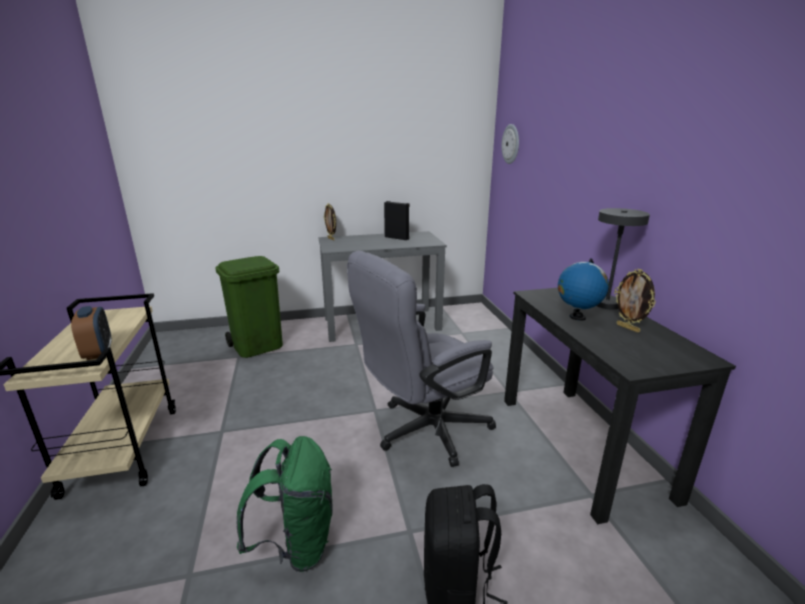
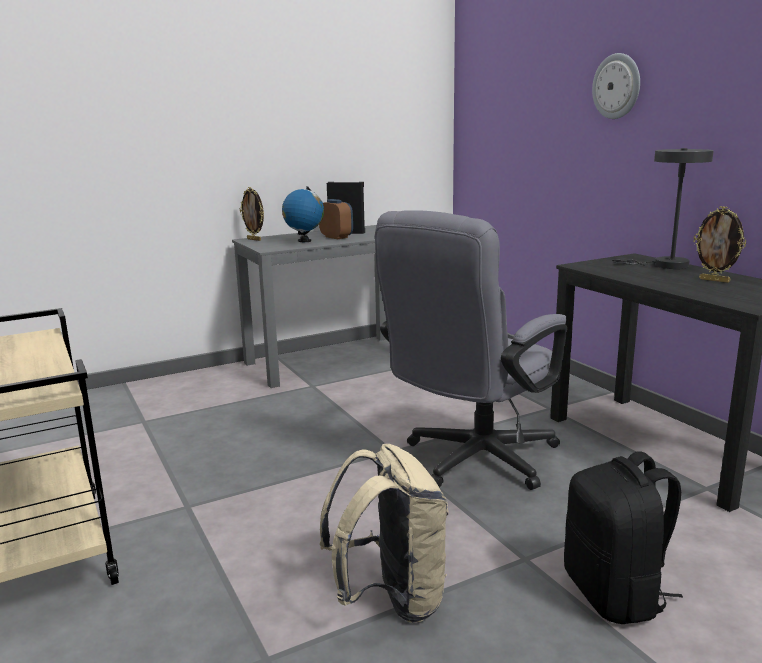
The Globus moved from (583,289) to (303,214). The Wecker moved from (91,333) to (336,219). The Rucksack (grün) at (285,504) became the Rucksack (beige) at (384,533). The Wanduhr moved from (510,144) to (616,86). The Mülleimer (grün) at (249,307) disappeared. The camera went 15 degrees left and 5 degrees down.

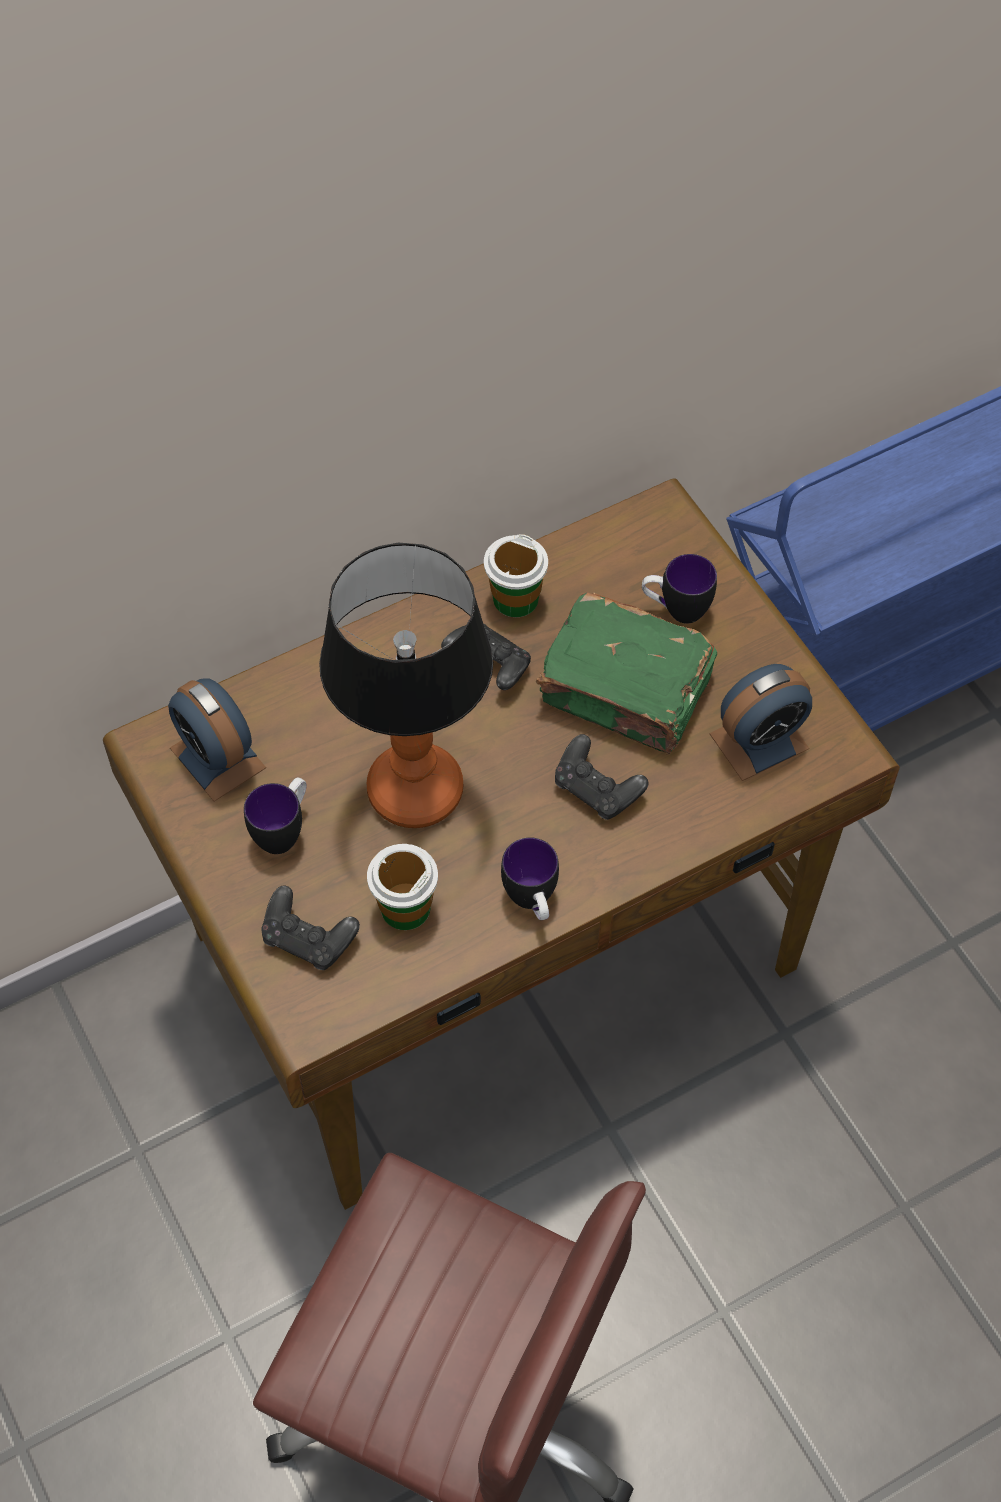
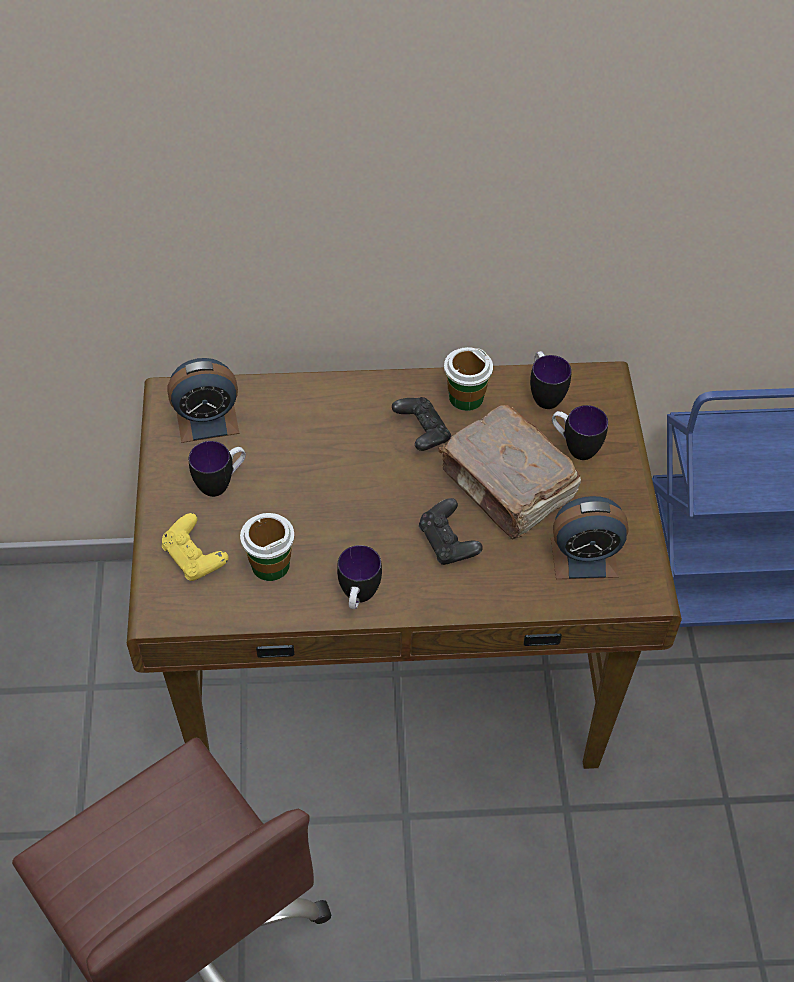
The Gamepad (schwarz) at (310,927) became the Gamepad (gelb) at (195,547). The Wecker at (217,740) turned 90 degrees counterclockwise. The Buch (grün) at (626,673) became the Buch (braun) at (509,472). The Henkelbecher at (551,380) appeared. The Tischlampe at (406,685) disappeared. The camera went 25 degrees right and 5 degrees down.

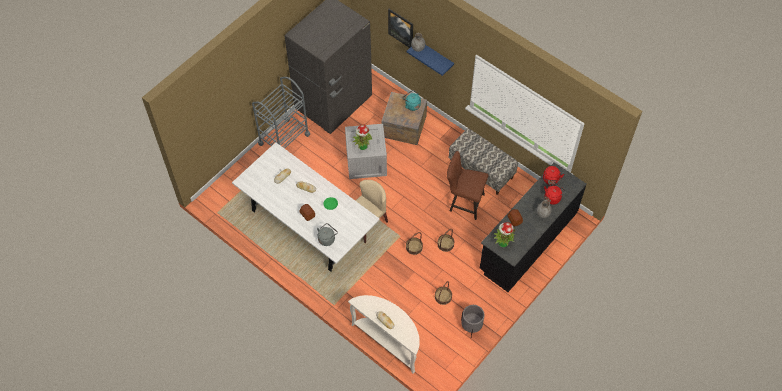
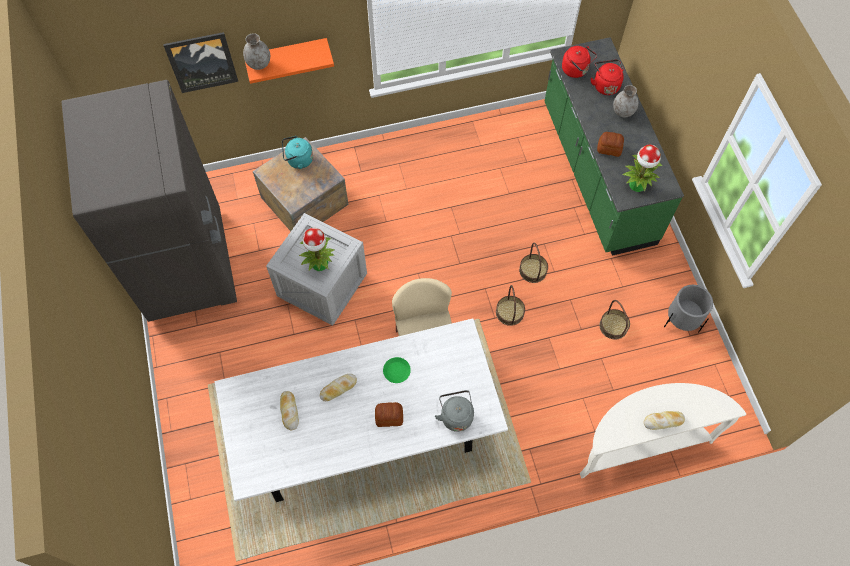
The Wandregal (blau) at (430,60) became the Wandregal (orange) at (289,61). The Küchenzeile (schwarz) at (533,227) became the Küchenzeile (grün) at (614,146). The Rollwagen (grau) at (281,113) disappeared. The Hocker (braun) at (467,185) disappeared. The Bank at (483,161) disappeared. The camera went 55 degrees left and 5 degrees up.

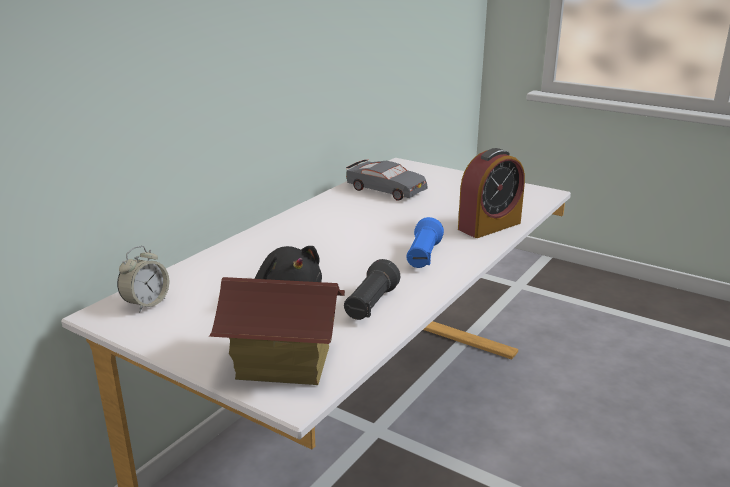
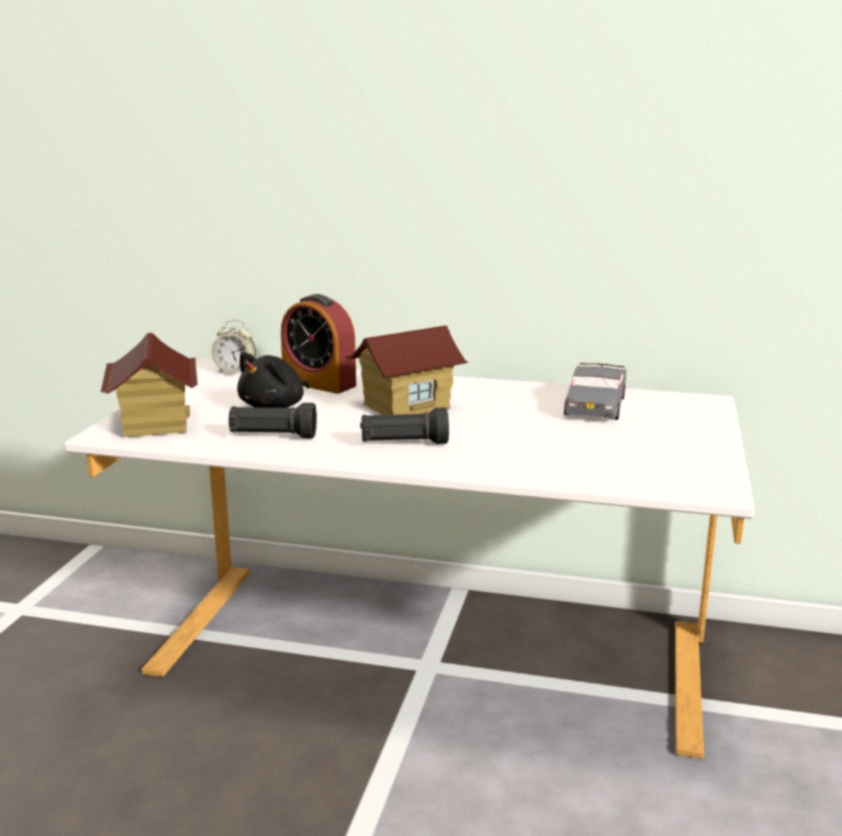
The Wecker moved from (491,193) to (318,344). The Spielzeughaus at (406,370) appeared. The Taschenlampe (blau) at (425,242) became the Taschenlampe (schwarz) at (404,426). The camera went 70 degrees right and 5 degrees down.

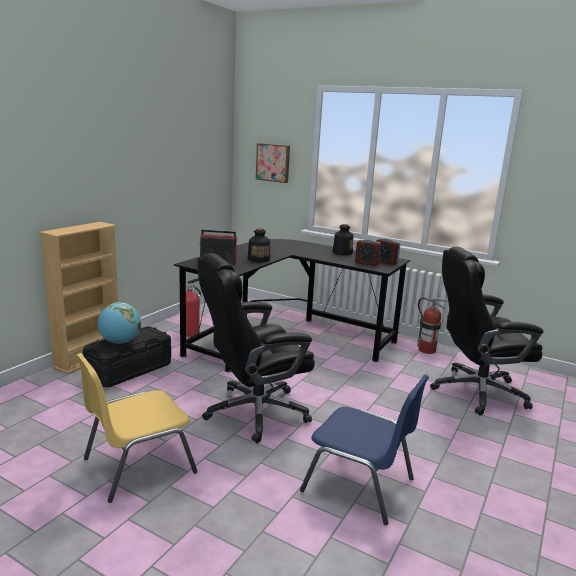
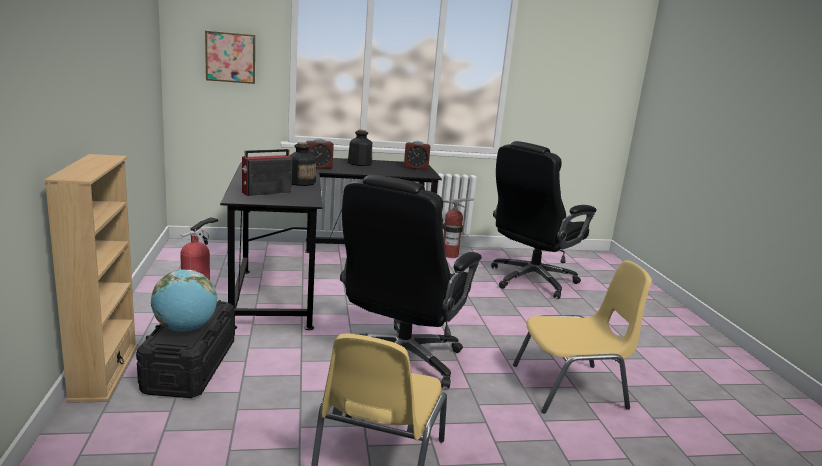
The Wecker moved from (368,252) to (319,153). The Stuhl (blau) at (364,449) became the Stuhl (gelb) at (582,337). The camera went 40 degrees left and 0 degrees up.

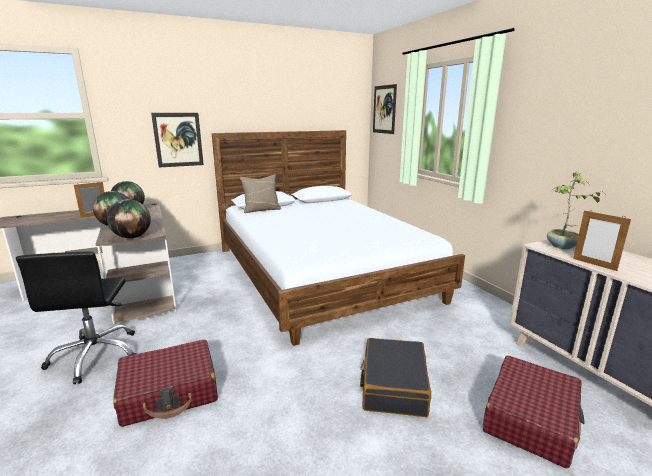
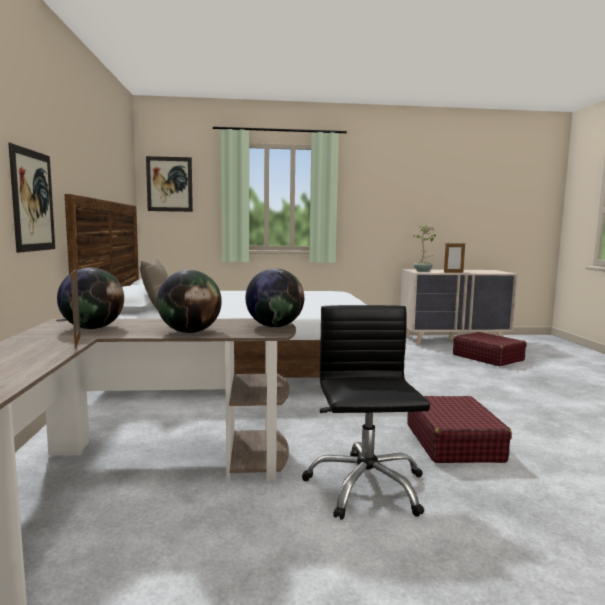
The Bürostuhl (schwarz) at (76,317) turned 105 degrees counterclockwise. The Koffer (schwarz) at (395,377) disappeared. The camera went 70 degrees left and 10 degrees down.

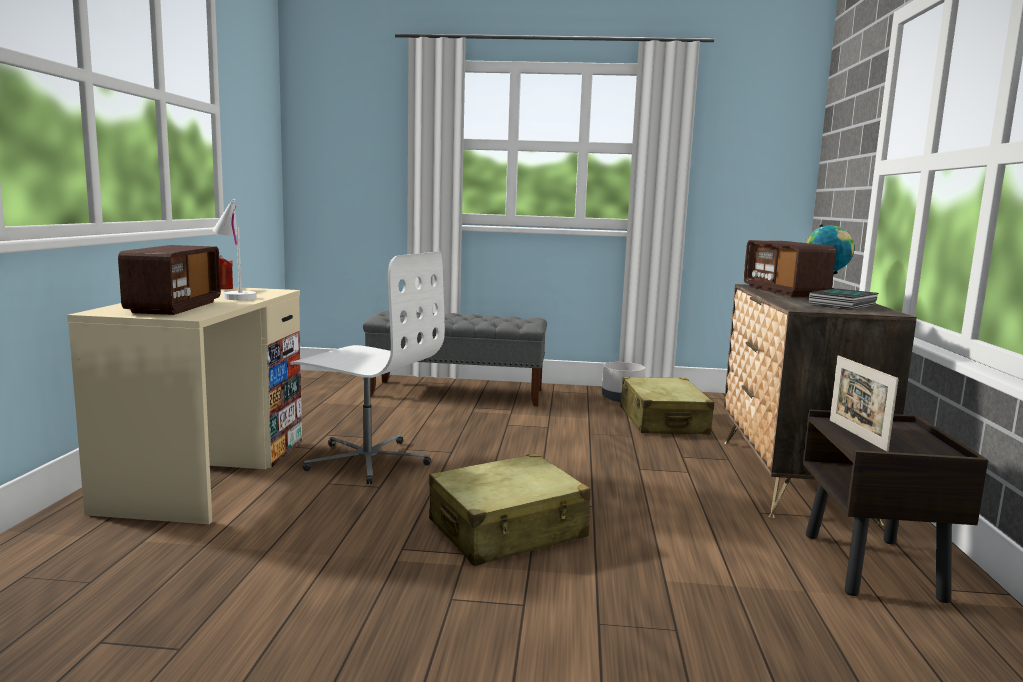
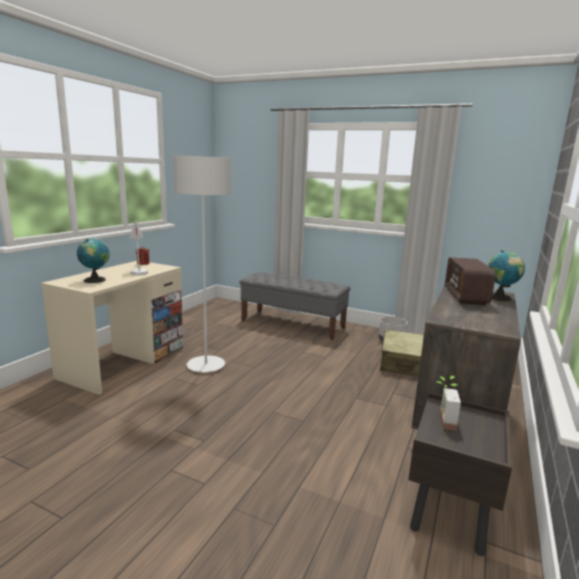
The Radio at (169,280) was replaced by the Globus at (93,260). The Bürostuhl (weiß) at (367,367) was replaced by the Stehlampe (grau) at (202,264). The Bilderrahmen at (864,404) was replaced by the Topfpflanze at (449,403). The Koffer (beige) at (509,509) disappeared. The Buch at (844,299) disappeared. The camera went 20 degrees right and 5 degrees up.

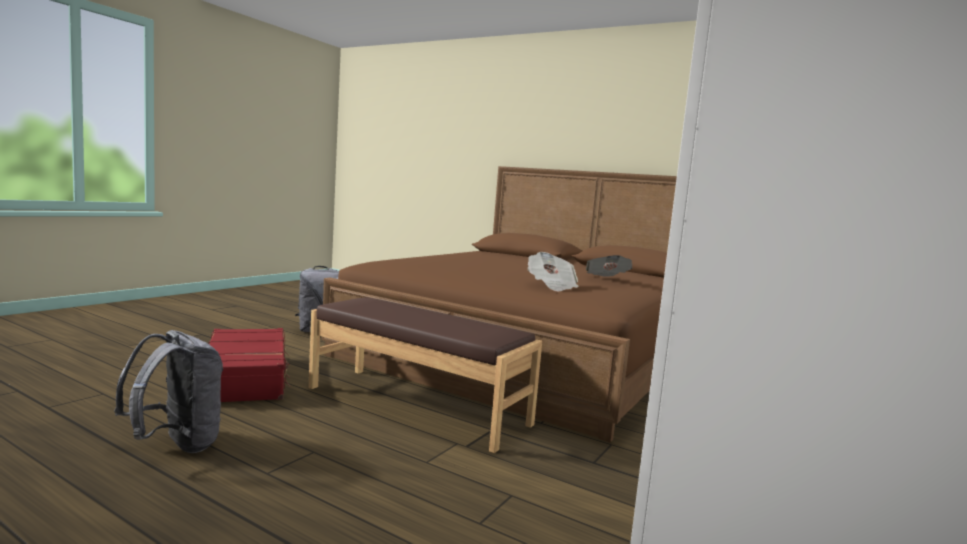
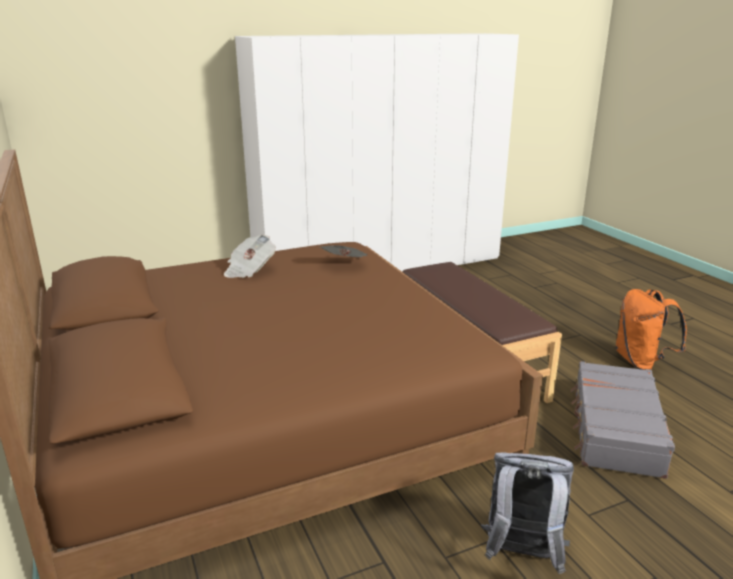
The Koffer (rot) at (249,365) became the Koffer (grau) at (623,420). The Rucksack (grau) at (168,391) became the Rucksack (orange) at (651,329). The camera went 145 degrees left and 15 degrees up.

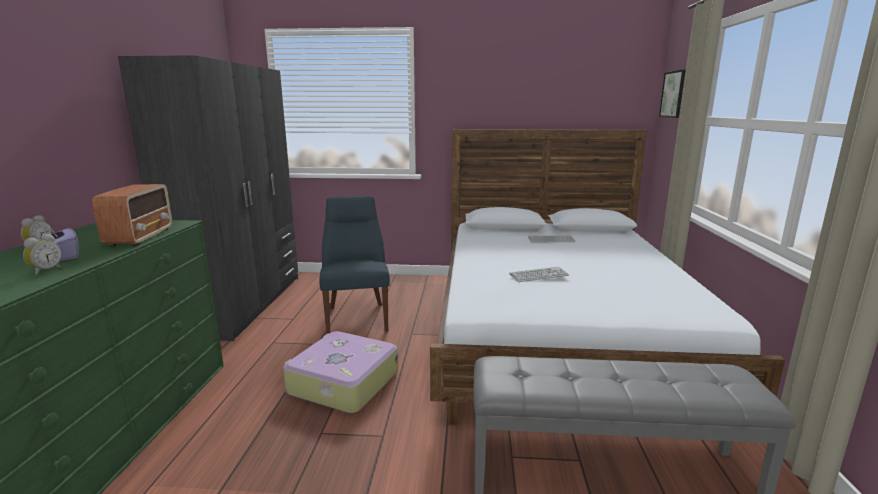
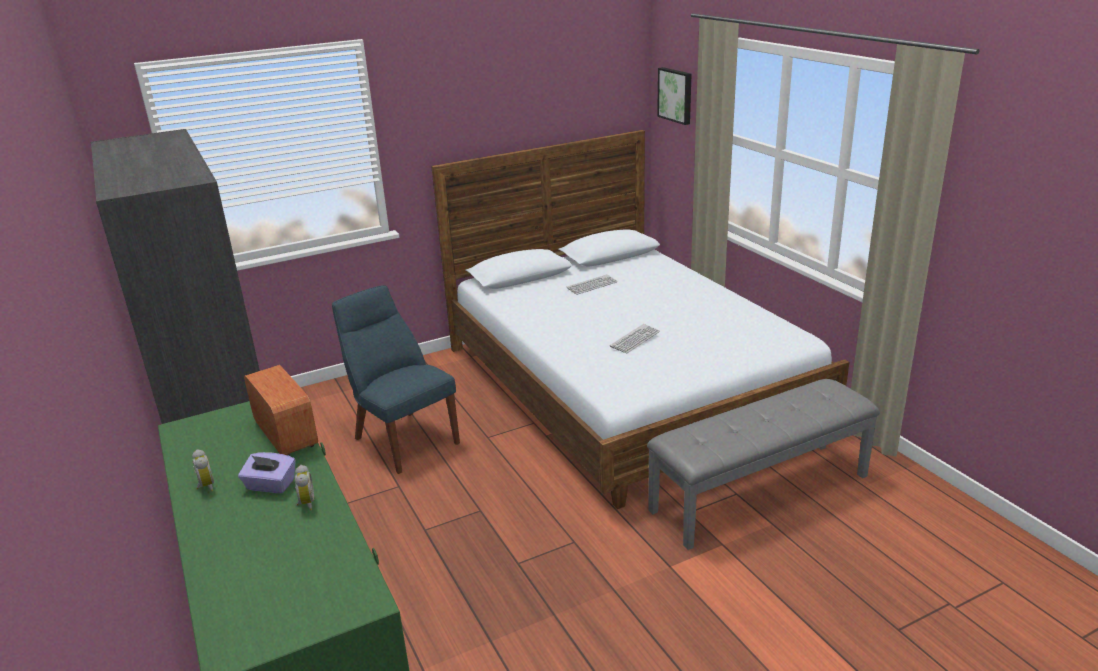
The Koffer at (340,372) disappeared. The camera went 30 degrees left and 10 degrees up.

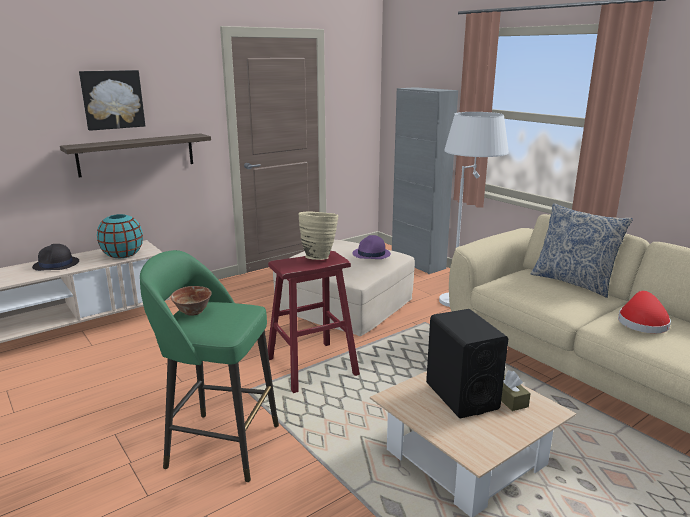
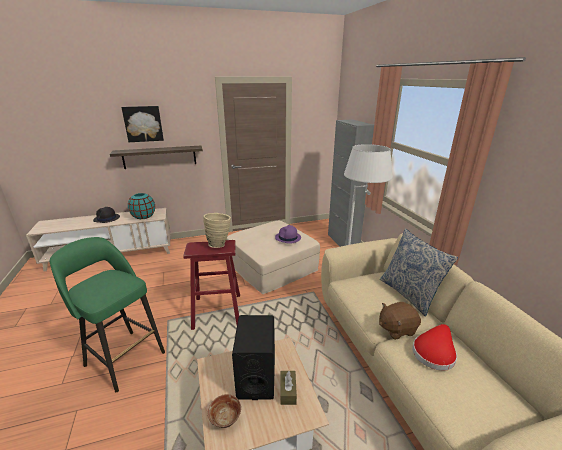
The Schüssel moved from (191,300) to (224,411). The Plüschtier (braun) at (400,321) appeared. The camera went 20 degrees right and 5 degrees up.

